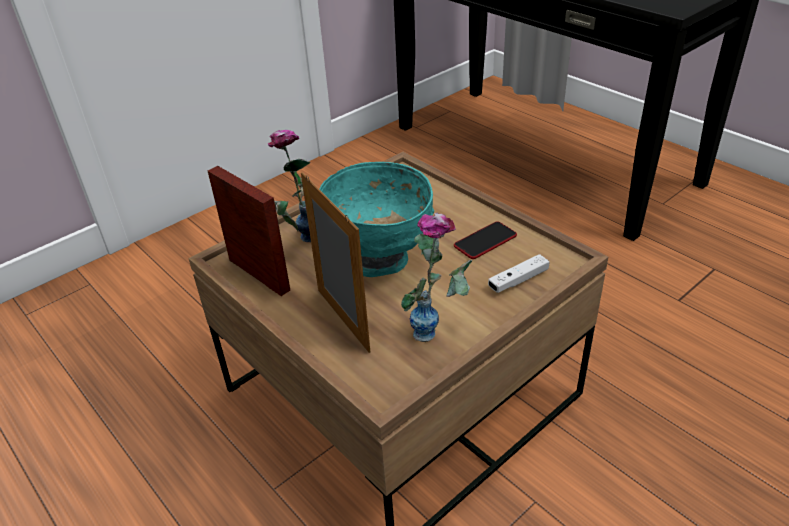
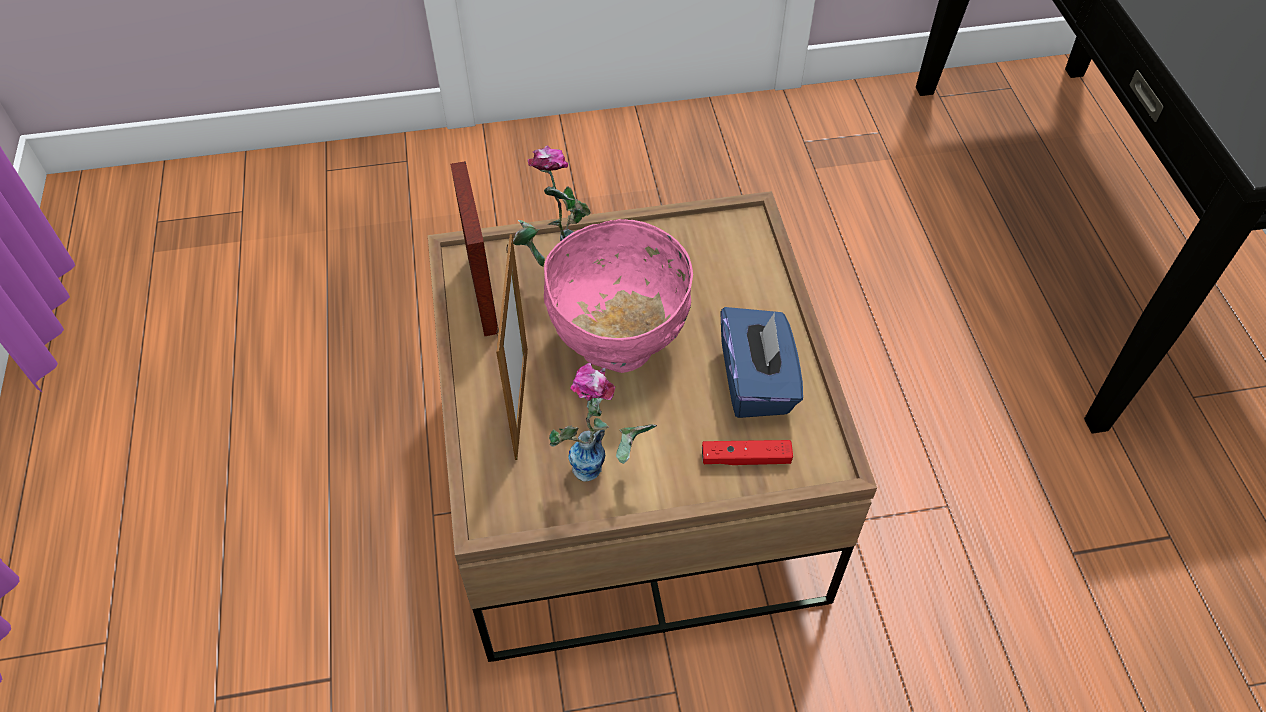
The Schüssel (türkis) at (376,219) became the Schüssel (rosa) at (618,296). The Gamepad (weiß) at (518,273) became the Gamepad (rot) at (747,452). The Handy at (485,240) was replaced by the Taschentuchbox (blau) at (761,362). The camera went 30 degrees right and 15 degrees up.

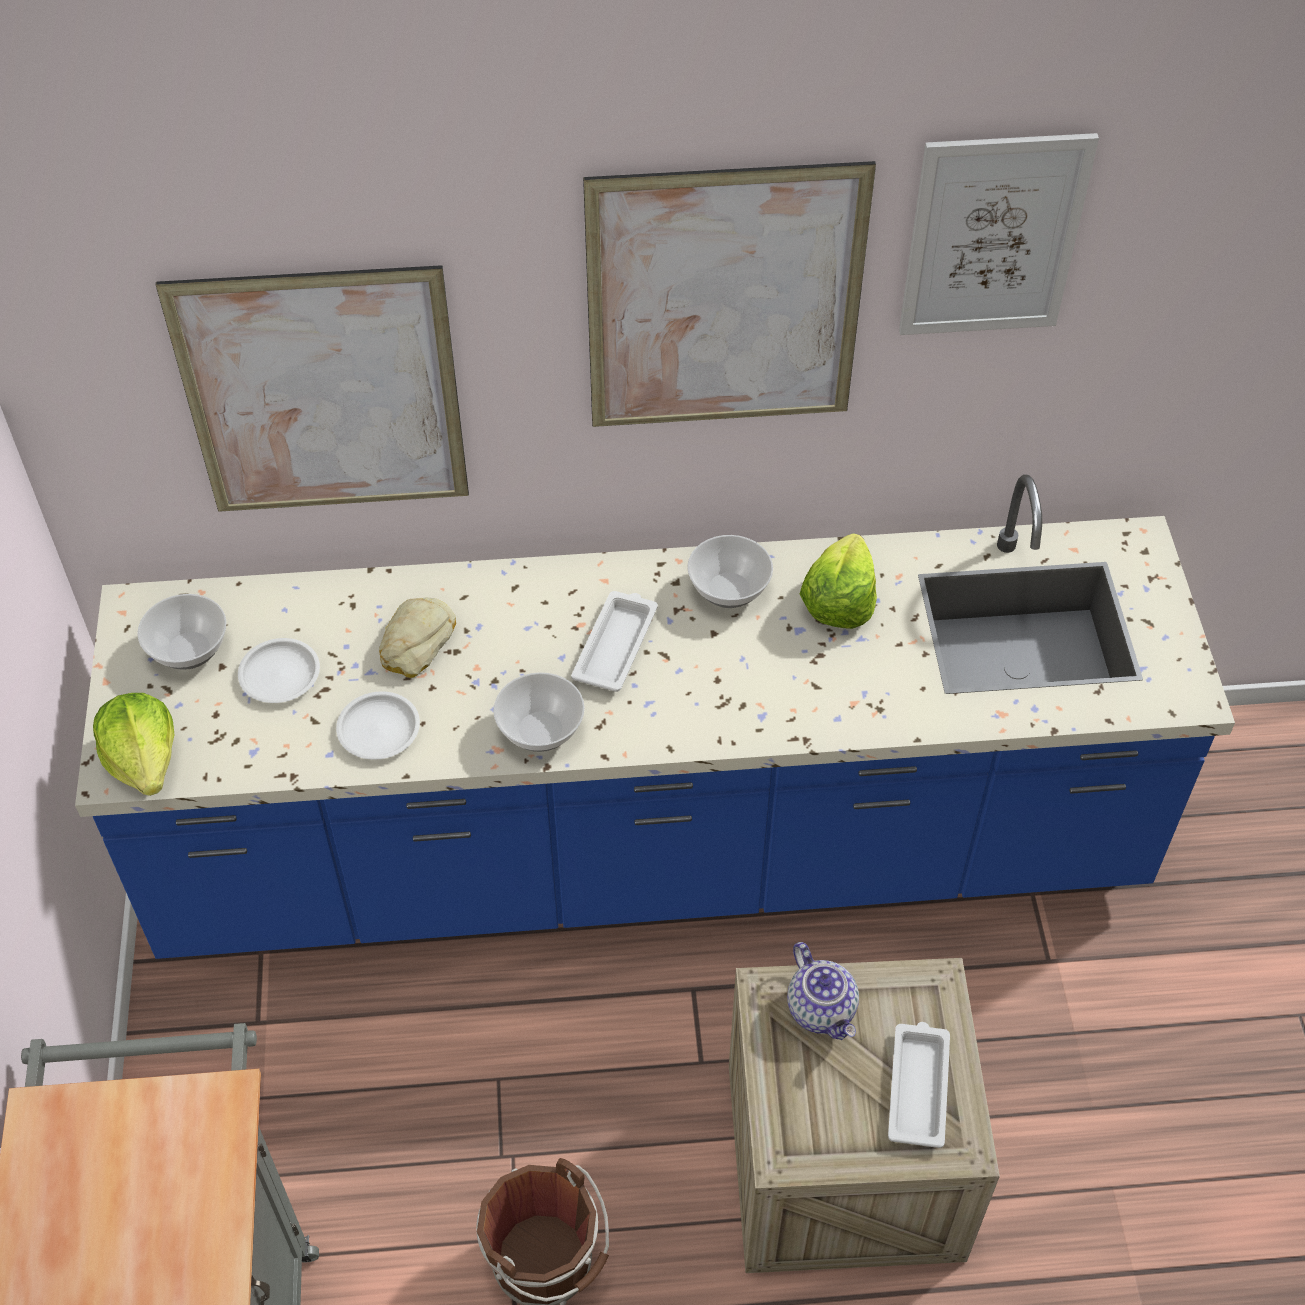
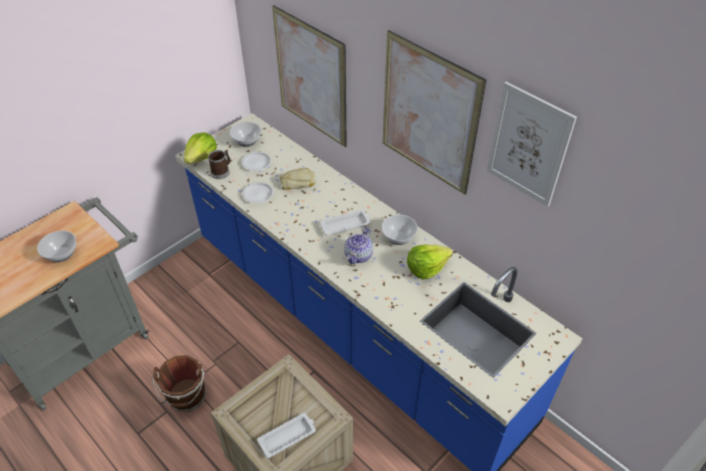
The Schüssel moved from (539,712) to (56,246). The Henkelbecher at (219,164) appeared. The Teekanne moved from (823,991) to (358,245). The camera went 50 degrees right and 5 degrees down.

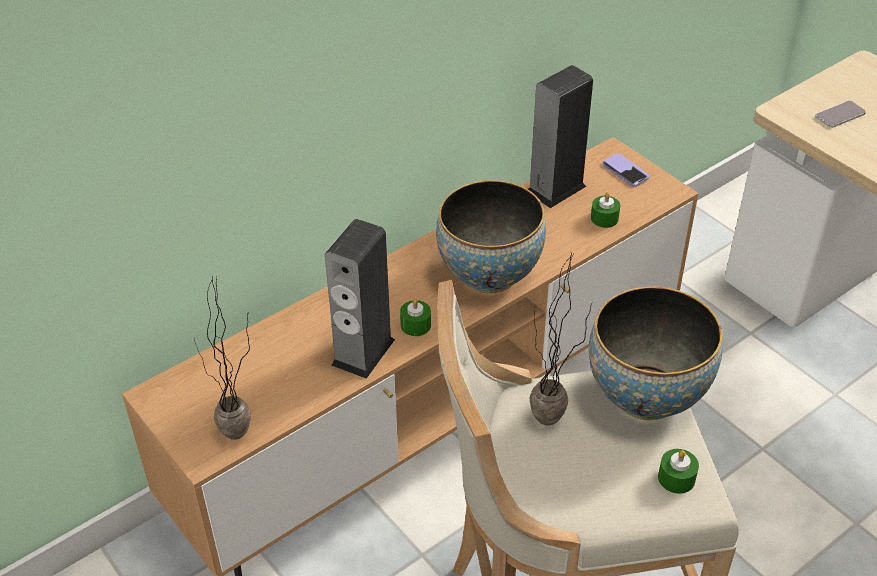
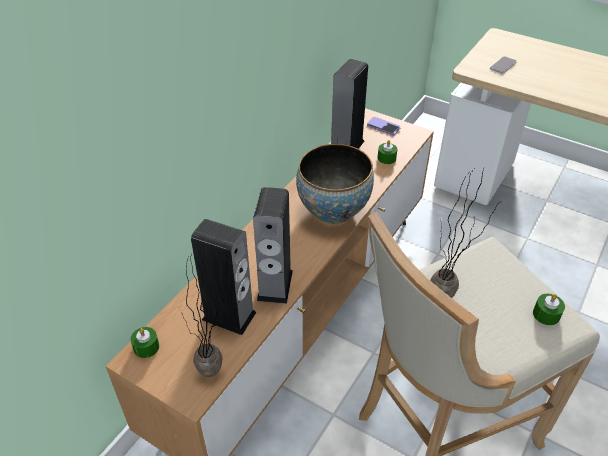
The Kerze (grün) moved from (415,317) to (145,342). The Lautsprecher at (224,277) appeared. The Schüssel at (656,353) disappeared. The camera went 20 degrees left and 0 degrees up.

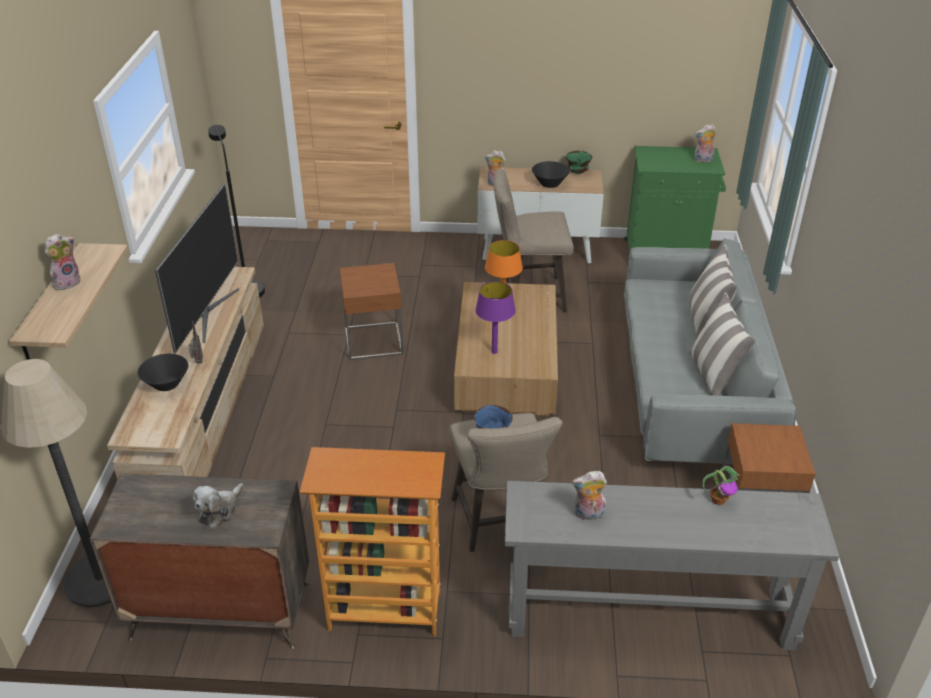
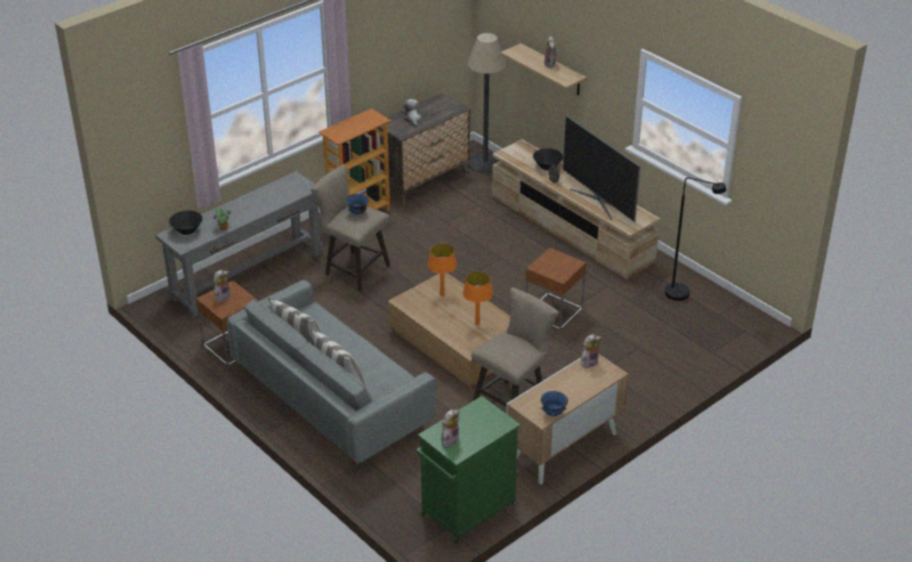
The Schüssel (schwarz) moved from (551,174) to (186,222). The Plüschtier moved from (589,495) to (222,286). The Tischlampe (lila) at (495,317) became the Tischlampe (orange) at (442,270). The Schüssel (grün) at (579,162) became the Schüssel (blau) at (554,403). The camera went 135 degrees right and 0 degrees up.

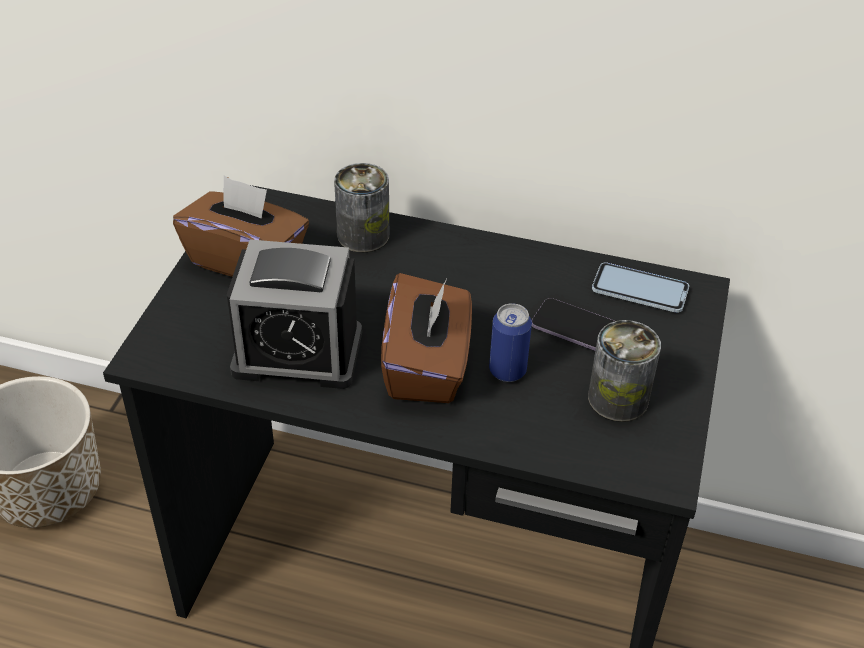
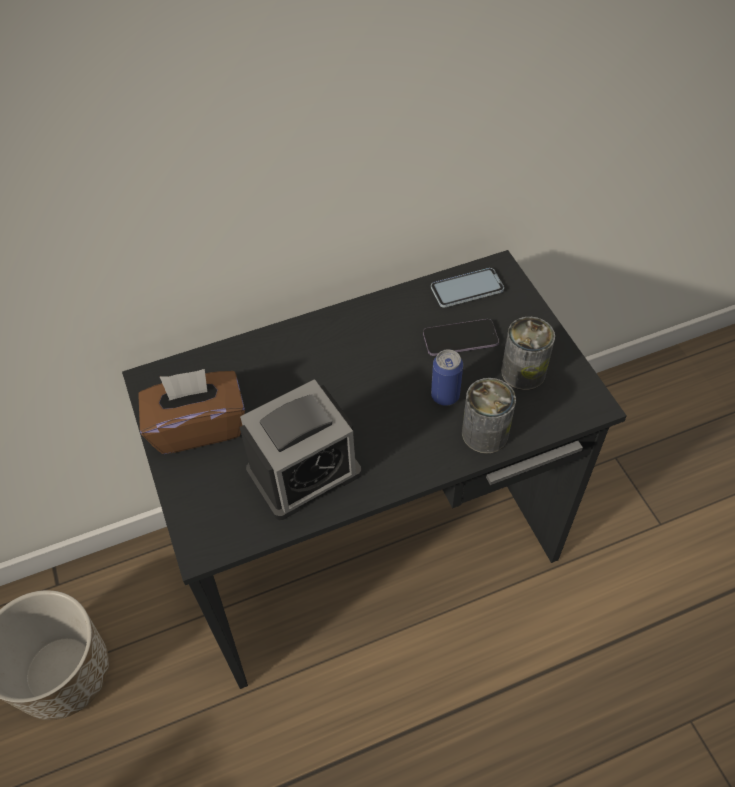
The Dose moved from (361,207) to (489,416). The Taschentuchbox (braun) at (426,338) disappeared. The camera went 35 degrees left and 10 degrees up.

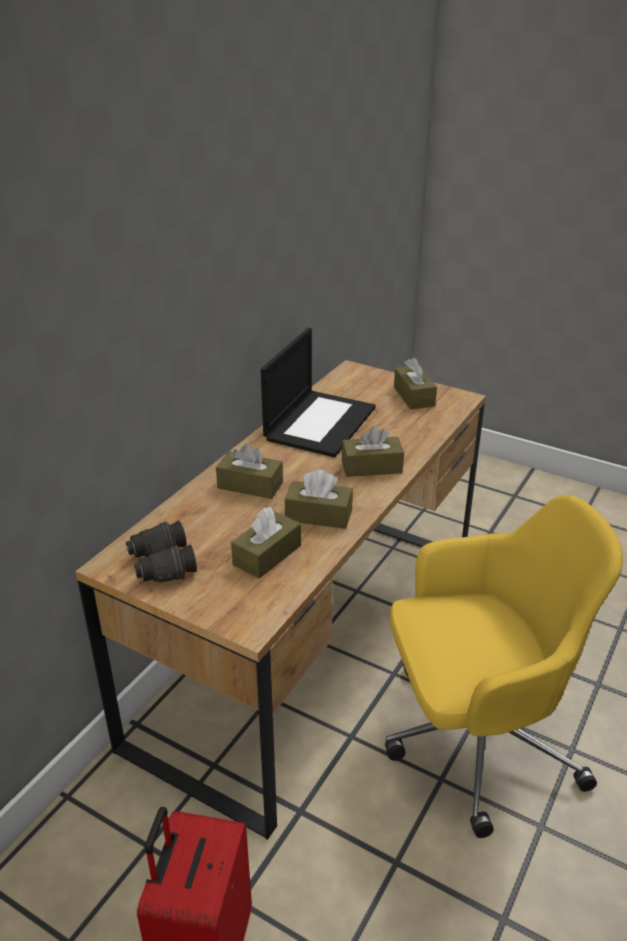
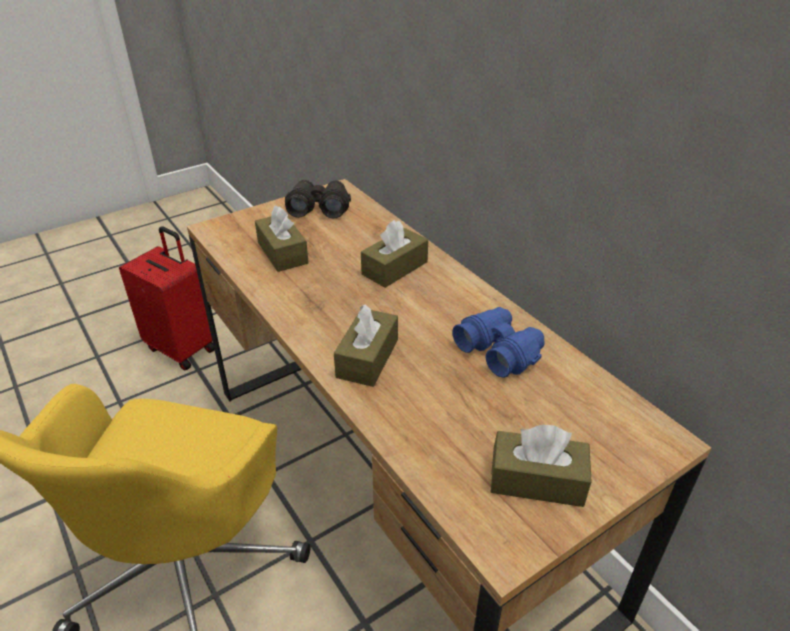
The Laptop at (318,392) was replaced by the Fernglas (blau) at (498,342). The Taschentuchbox (braun) at (319,499) disappeared. The camera went 115 degrees right and 5 degrees up.

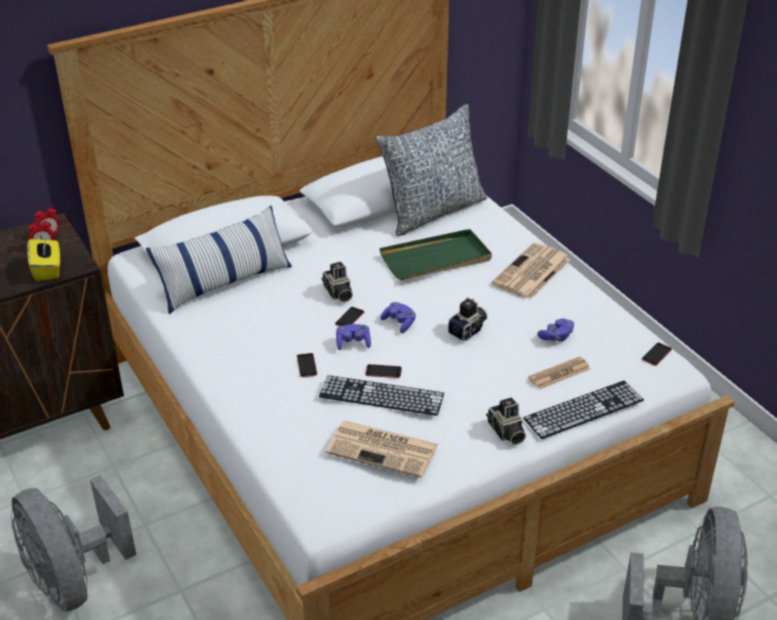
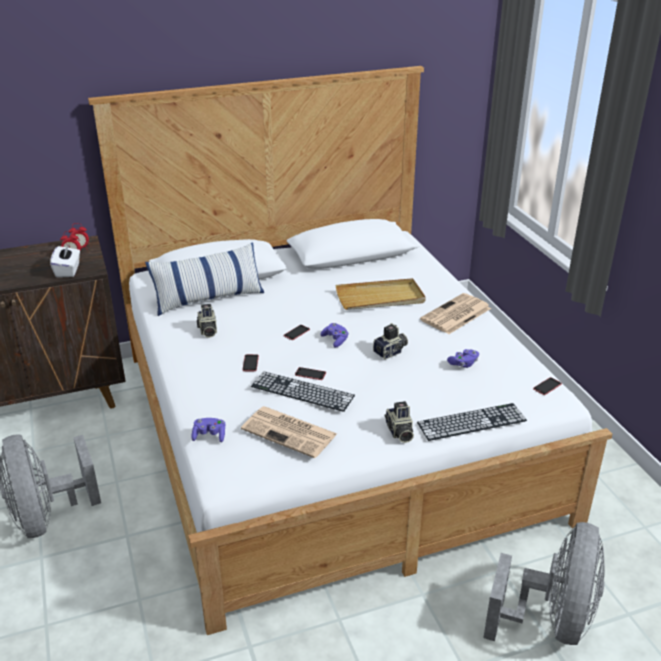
The Taschentuchbox (gelb) at (43,257) became the Taschentuchbox (weiß) at (65,261). The Gamepad (lila) moved from (353,337) to (208,430). The Kamera moved from (337,282) to (207,321). The Tablett (grün) at (435,255) became the Tablett (beige) at (381,294). The Kissen at (431,170) disappeared. The Zeitung at (559,373) disappeared. The camera went 10 degrees right and 5 degrees down.

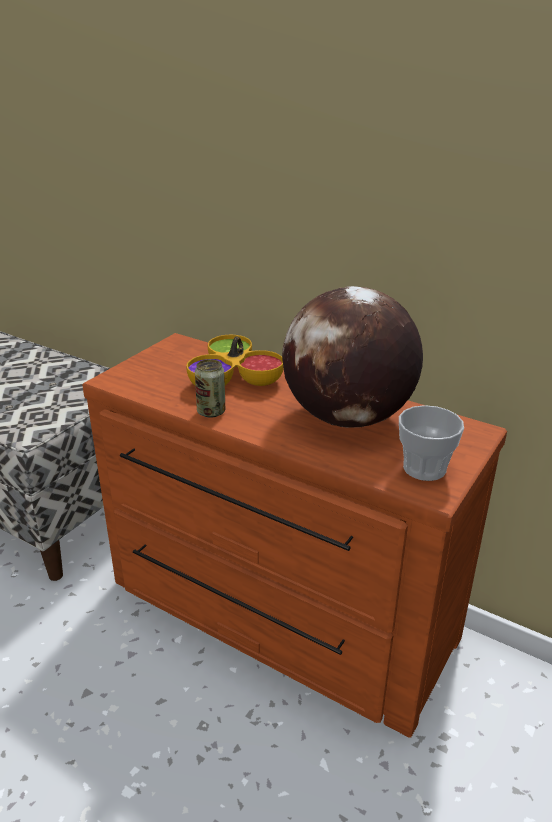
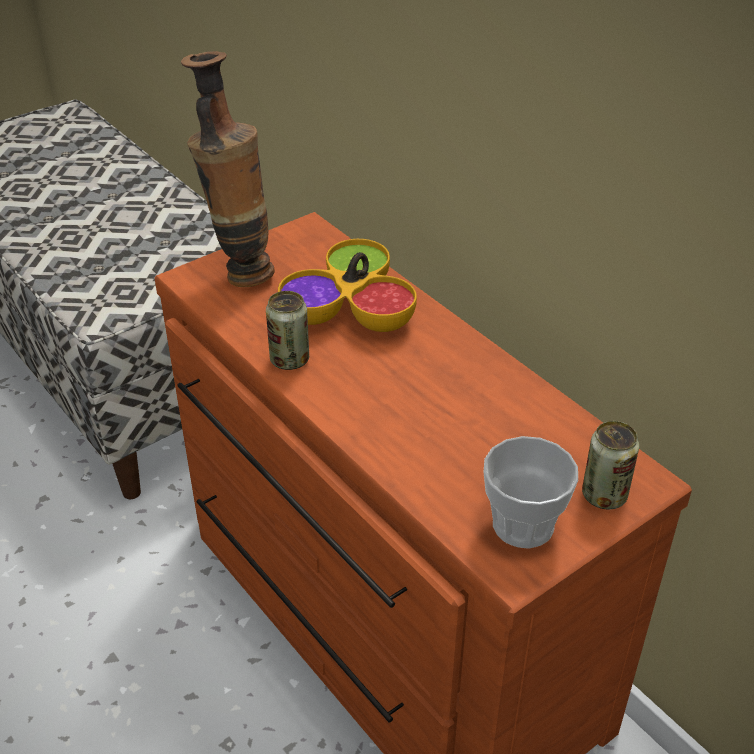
The Vase at (228,169) appeared. The Dose at (610,465) appeared. The Globus at (352,356) disappeared. The camera went 20 degrees right and 10 degrees up.

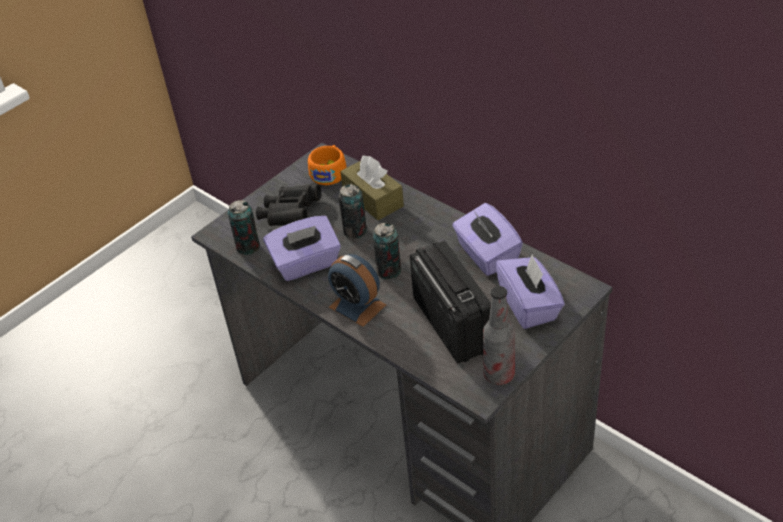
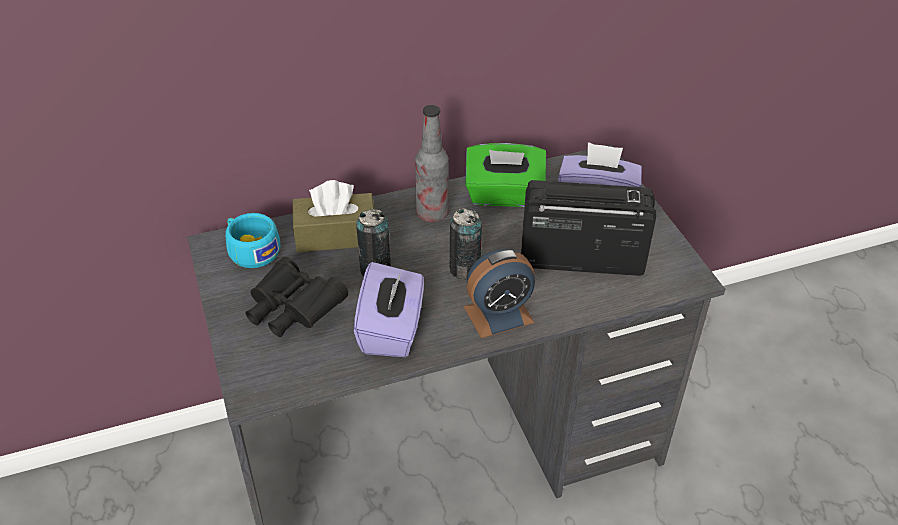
The Tasse (orange) at (327,165) became the Tasse (türkis) at (253,240). The Flasche moved from (499,335) to (432,163). The Taschentuchbox (lila) at (487,239) became the Taschentuchbox (grün) at (505,175). The Dose at (243,227) disappeared. The camera went 65 degrees left and 0 degrees up.

